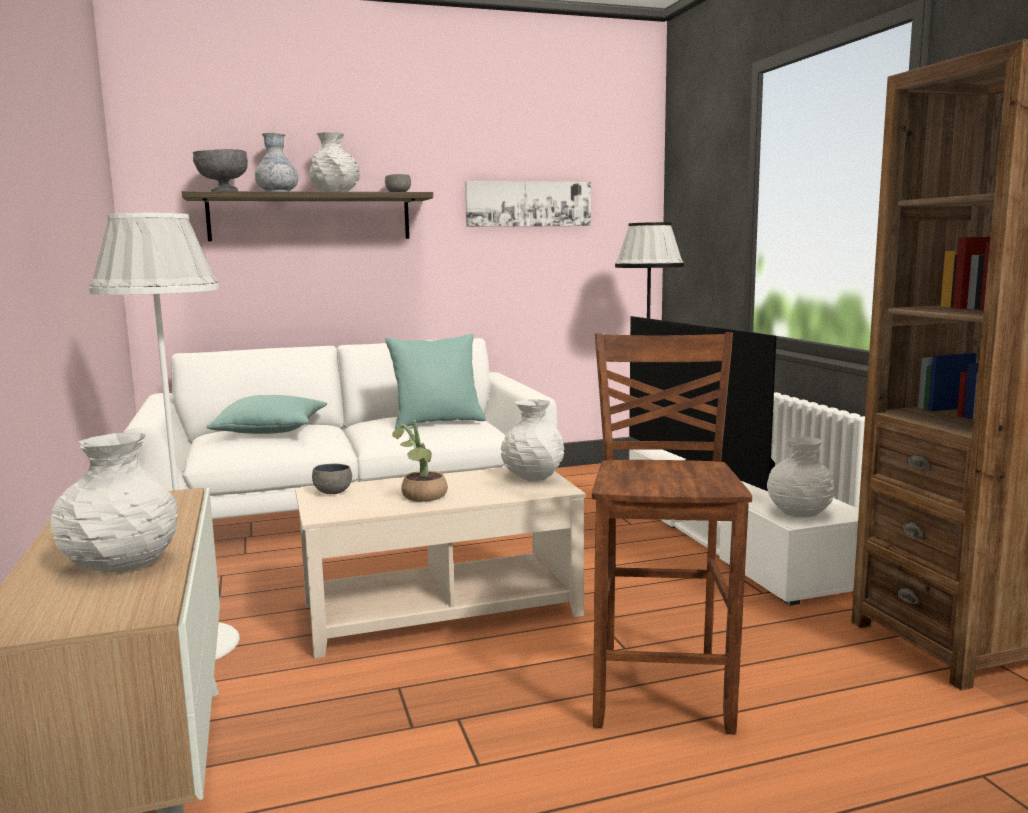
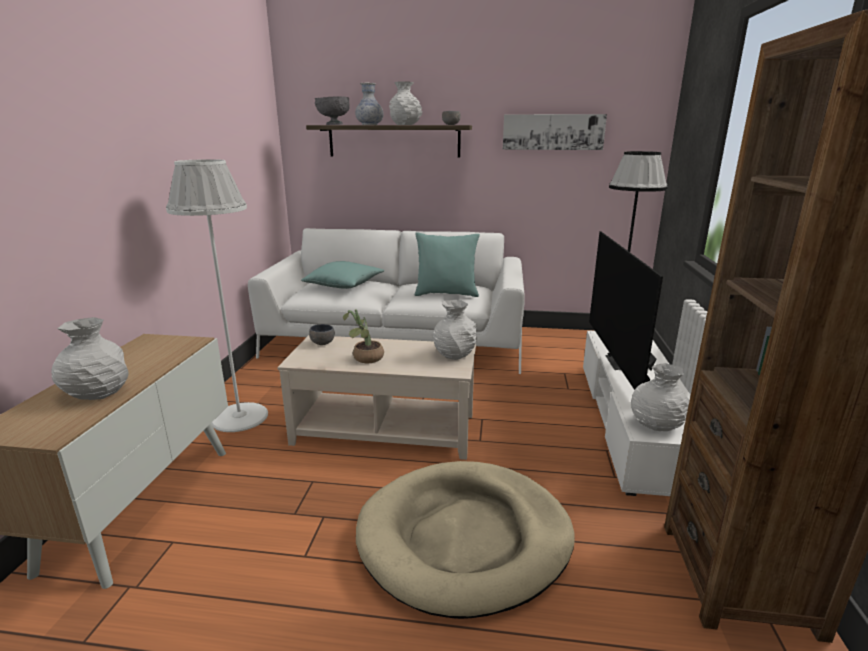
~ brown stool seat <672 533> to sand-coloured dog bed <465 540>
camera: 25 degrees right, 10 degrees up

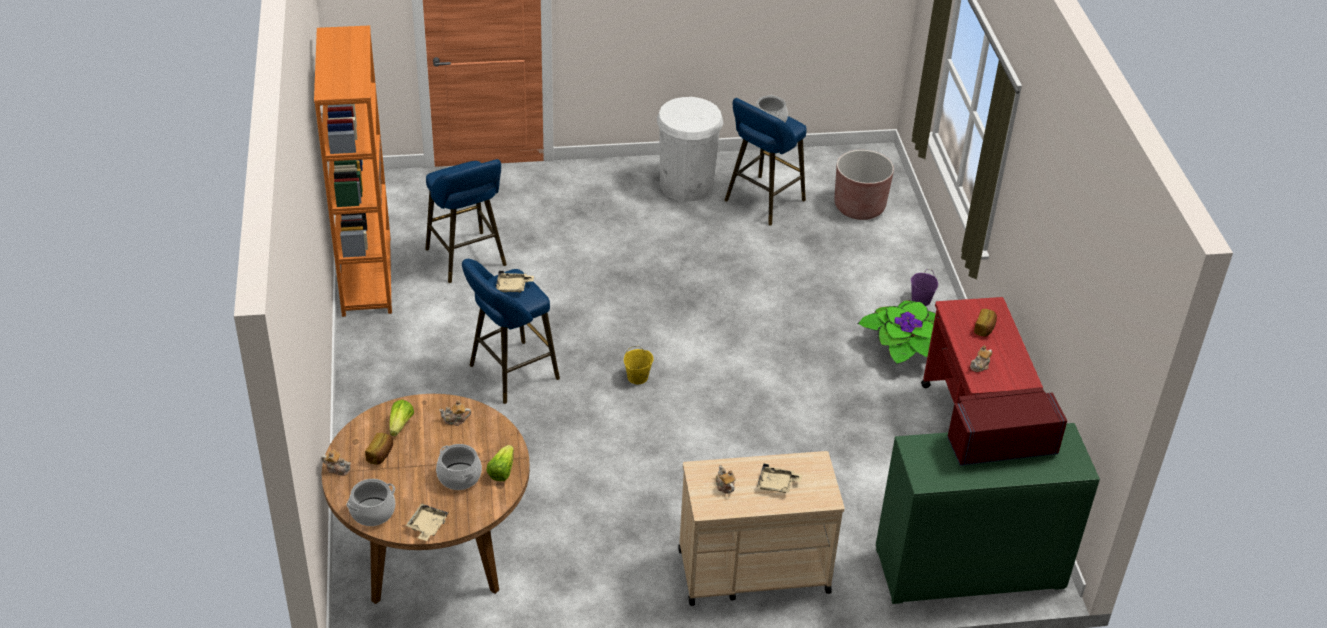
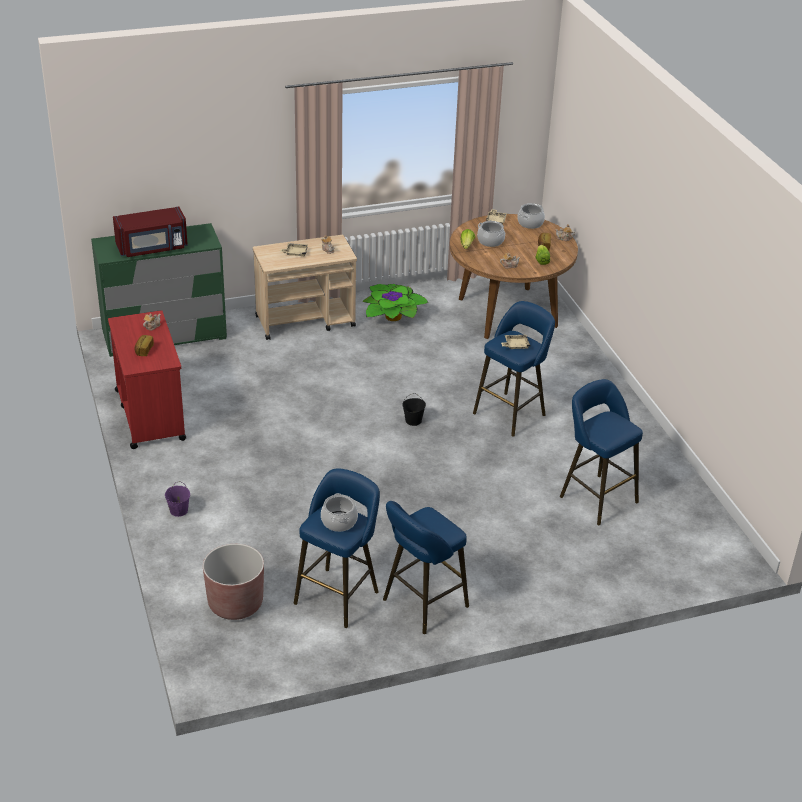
- orange bookshelf <353 171>
~ potted plant <897 332> to <395 302>
~ whitish waste bin <690 149> to bluish stool seat <426 567>
~ yellow-coloured bucket <638 365> to black-coloured bucket <414 409>
camera: 170 degrees right, 5 degrees down

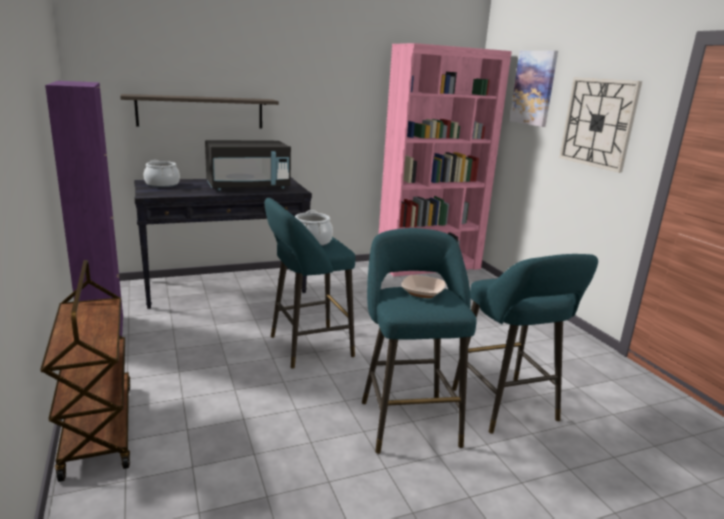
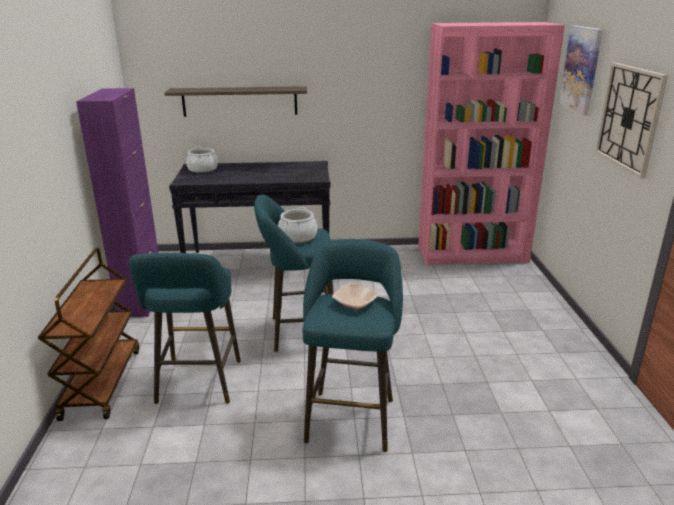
- black-coloured kitchen microwave <248 165>
~ blue-green stool seat <525 344> to <185 328>
camera: 20 degrees right, 5 degrees up

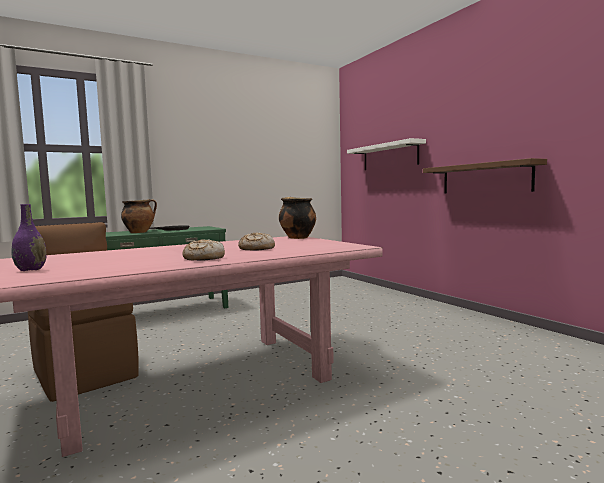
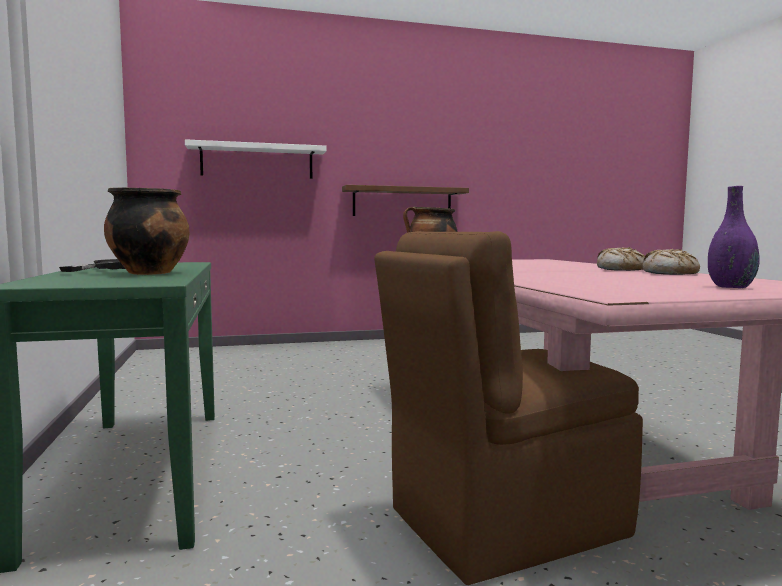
~ bakery bread <256 241> to <671 262>
camera: 75 degrees left, 0 degrees up

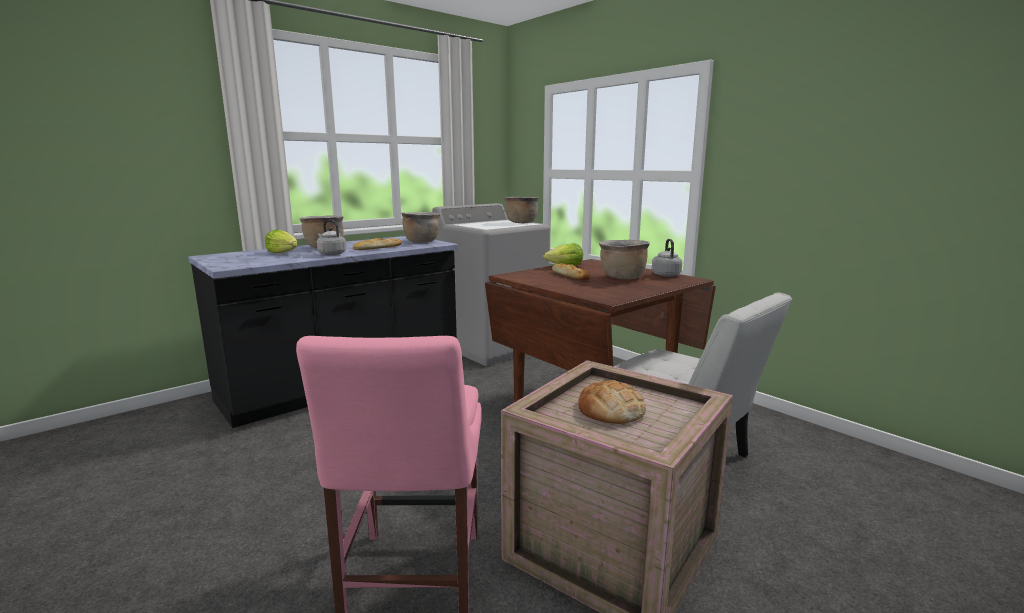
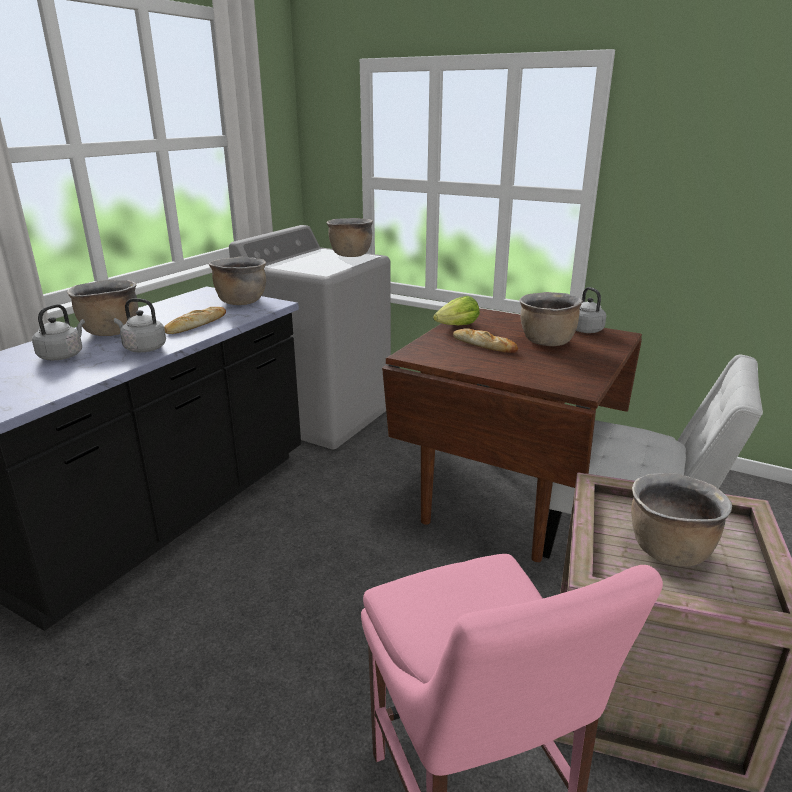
~ lettuce head <281 241> to gray kettle <58 332>
~ bakery bread <612 402> to brown saucepot <681 520>
camera: 20 degrees left, 10 degrees up

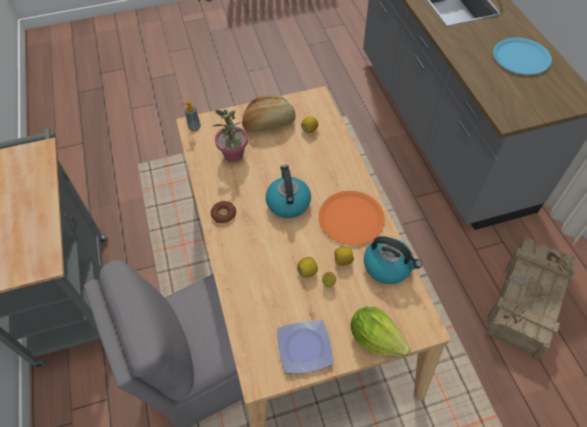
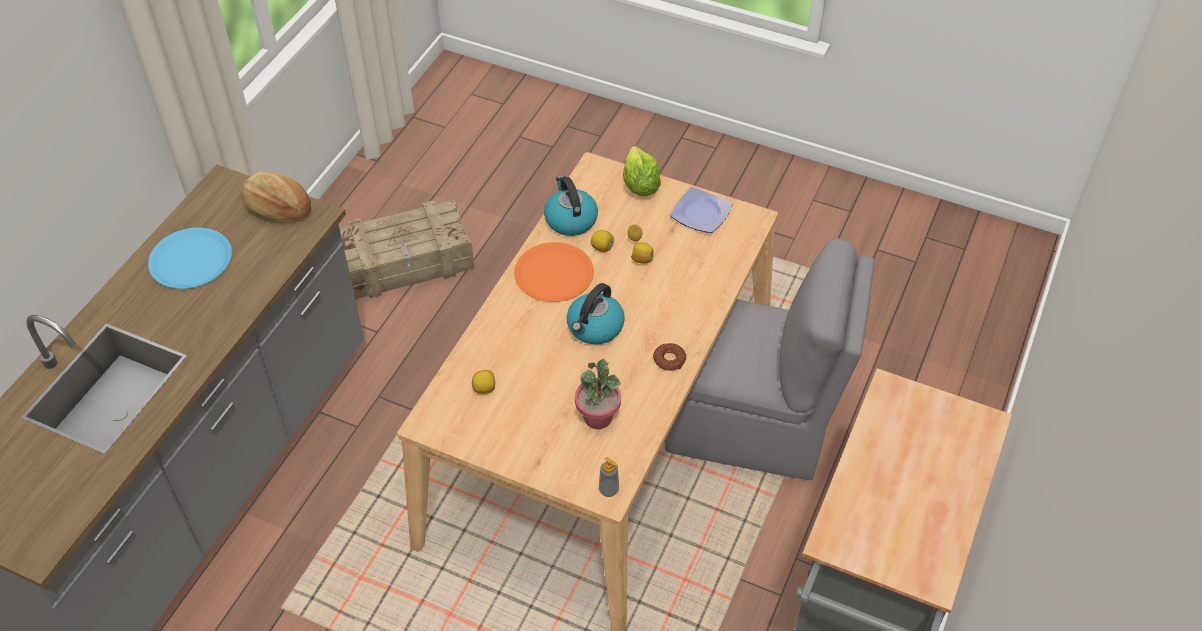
~ bakery bread <268 113> to <276 196>
camera: 140 degrees left, 5 degrees down

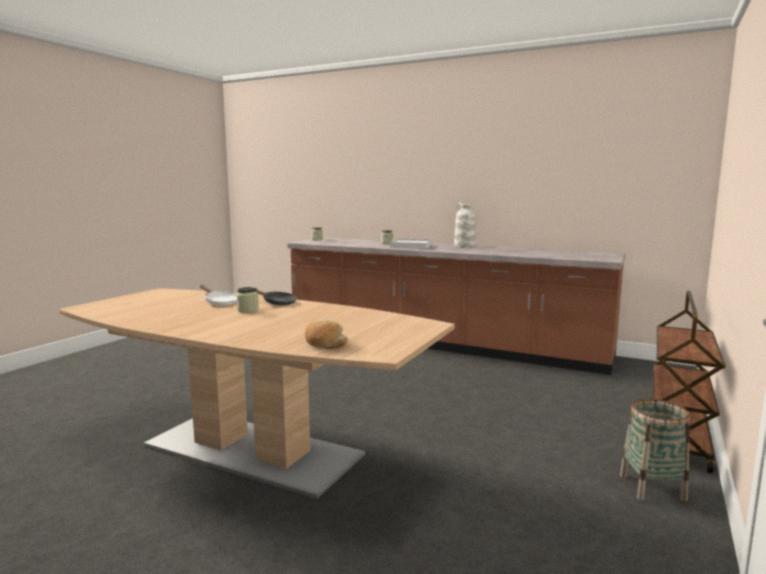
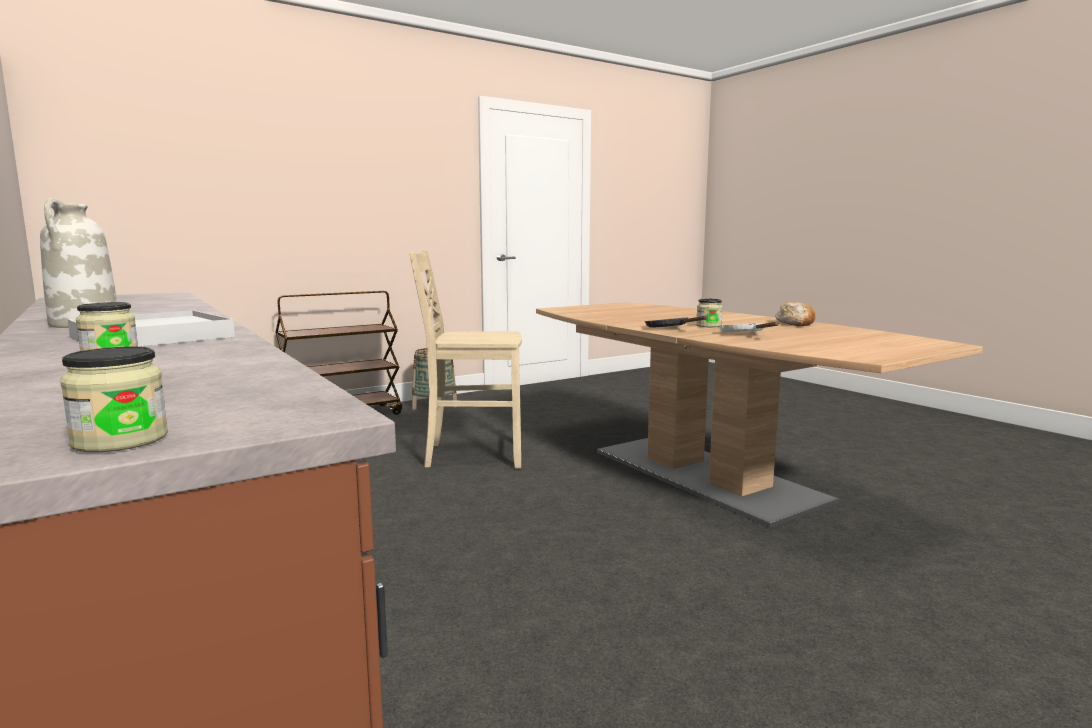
+ sand-coloured upright chair <465 359>
~ bakery bread <326 334> to <795 314>
camera: 150 degrees left, 0 degrees up

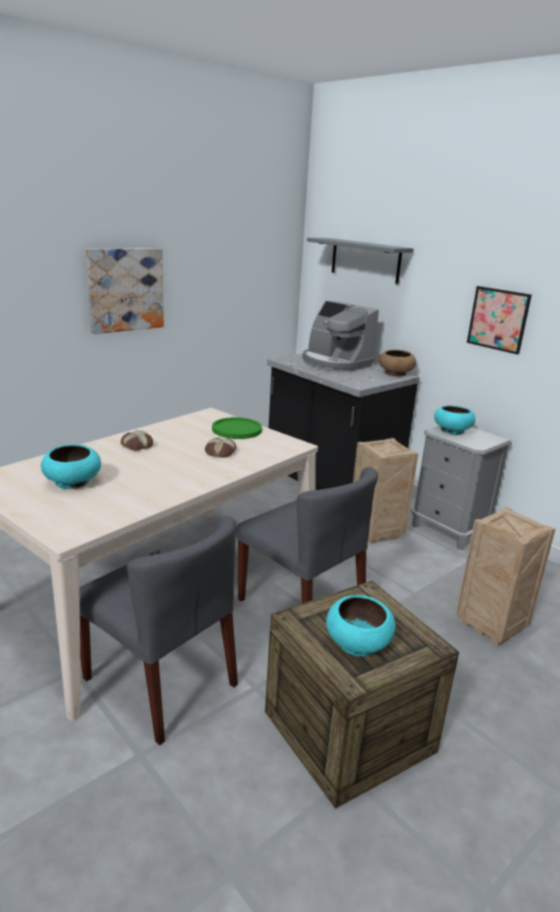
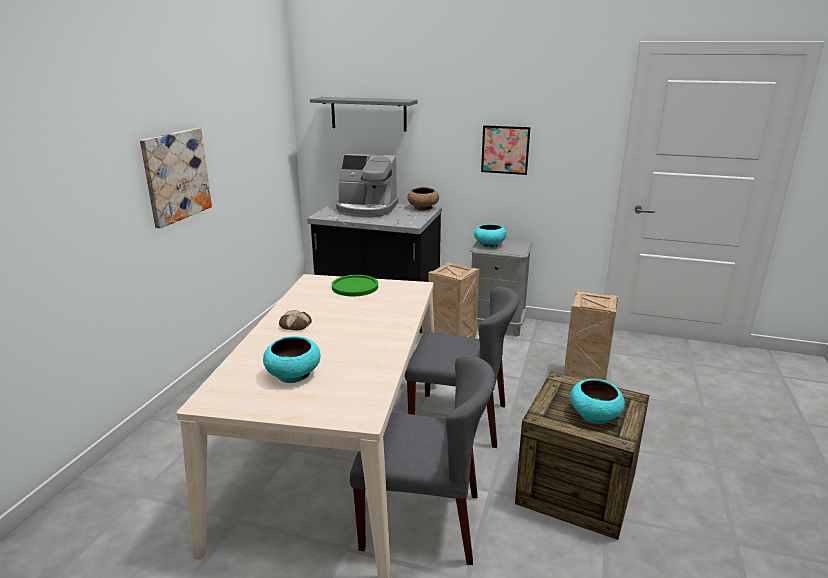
- bakery bread <220 447>
camera: 30 degrees left, 0 degrees up

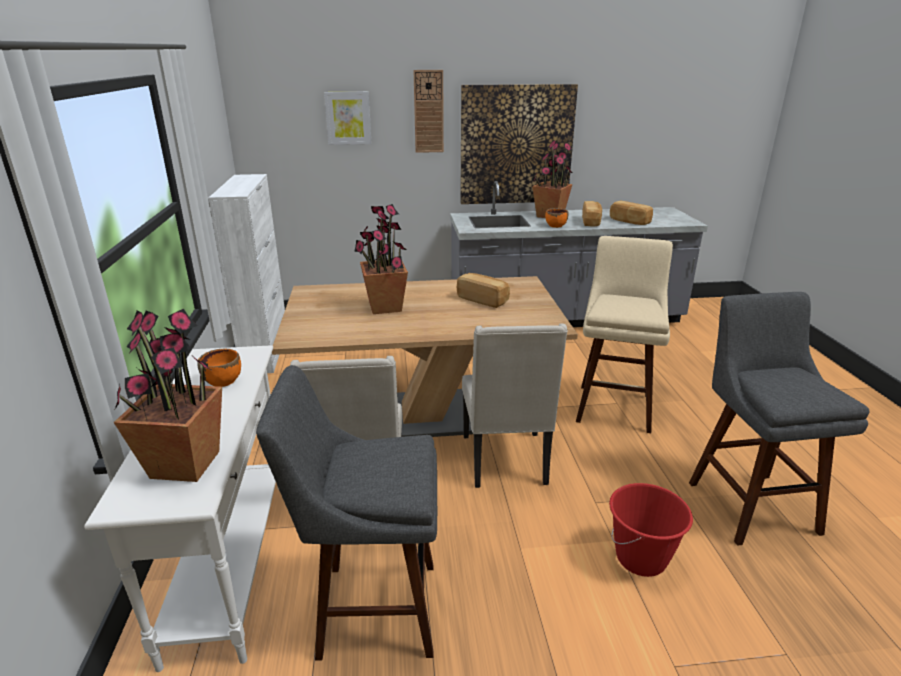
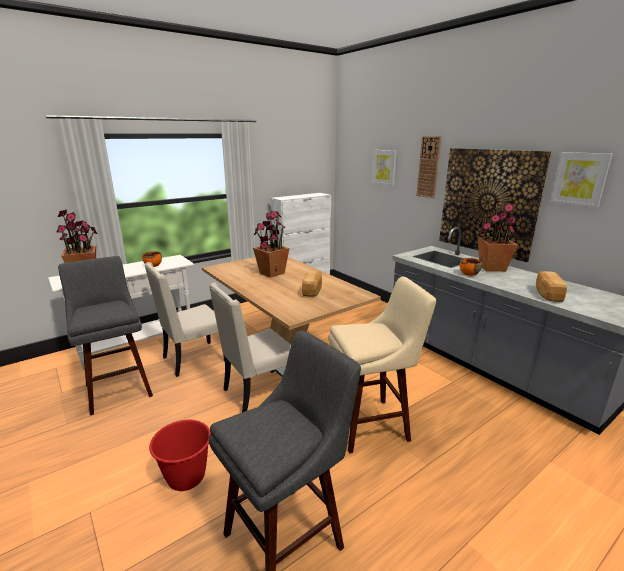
- bakery bread <592 214>
+ wall picture <582 180>
camera: 60 degrees right, 5 degrees down

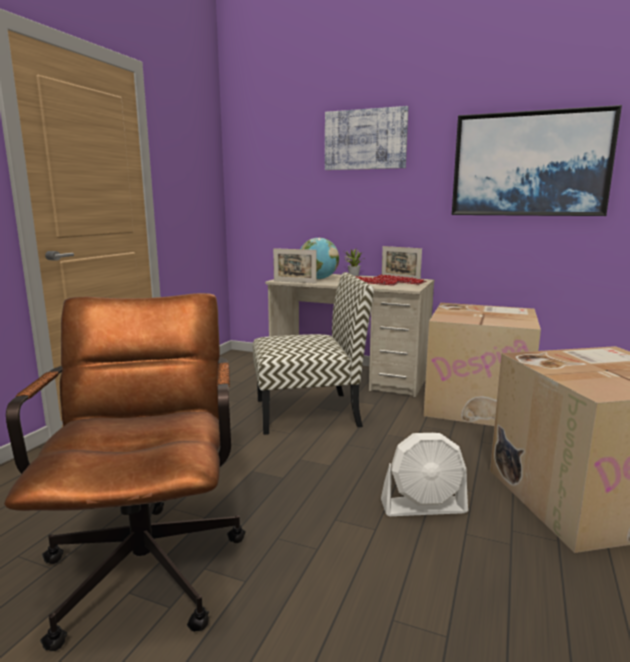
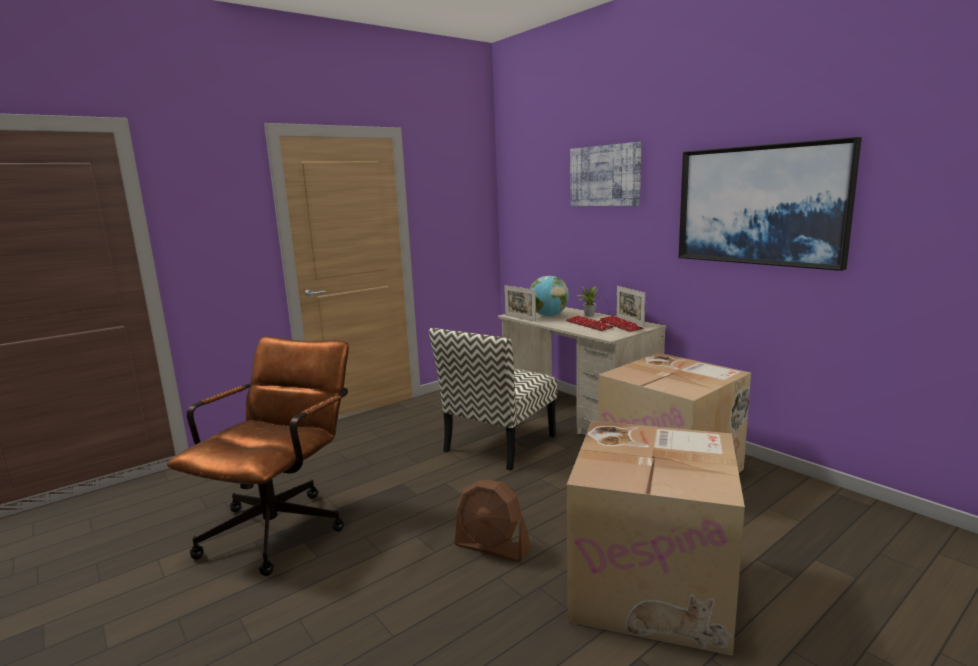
~ whitish electric fan <424 474> to brown electric fan <493 521>
~ upright chair <313 353> = <493 399> 105 degrees clockwise
camera: 30 degrees right, 0 degrees up

